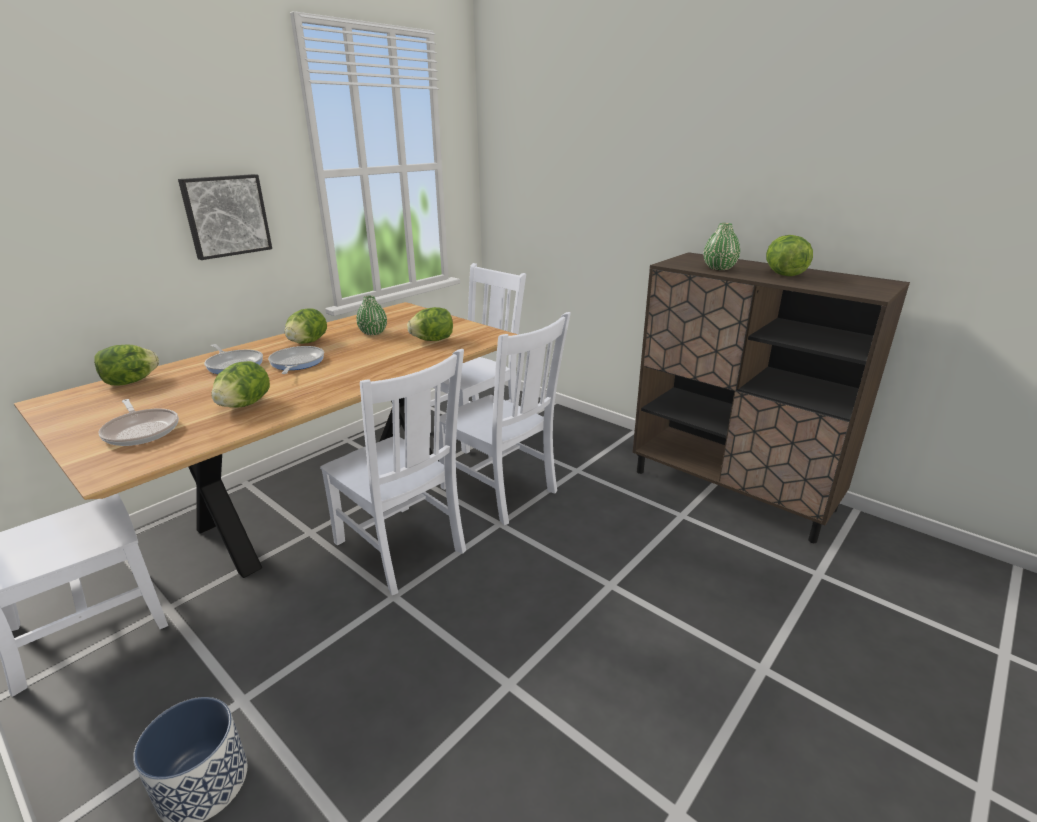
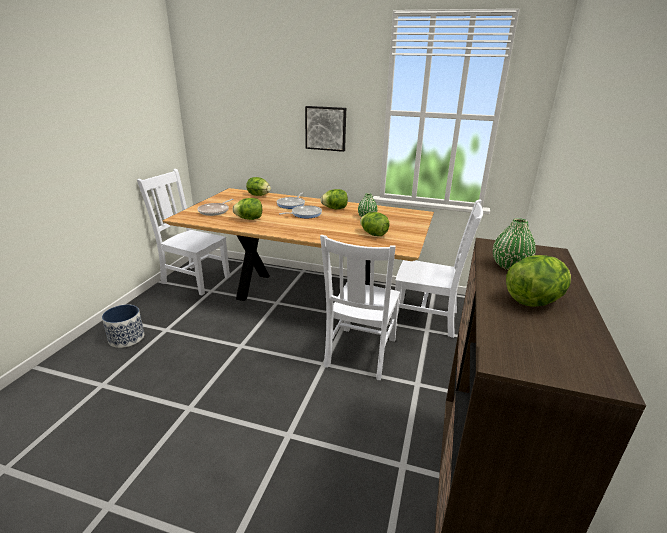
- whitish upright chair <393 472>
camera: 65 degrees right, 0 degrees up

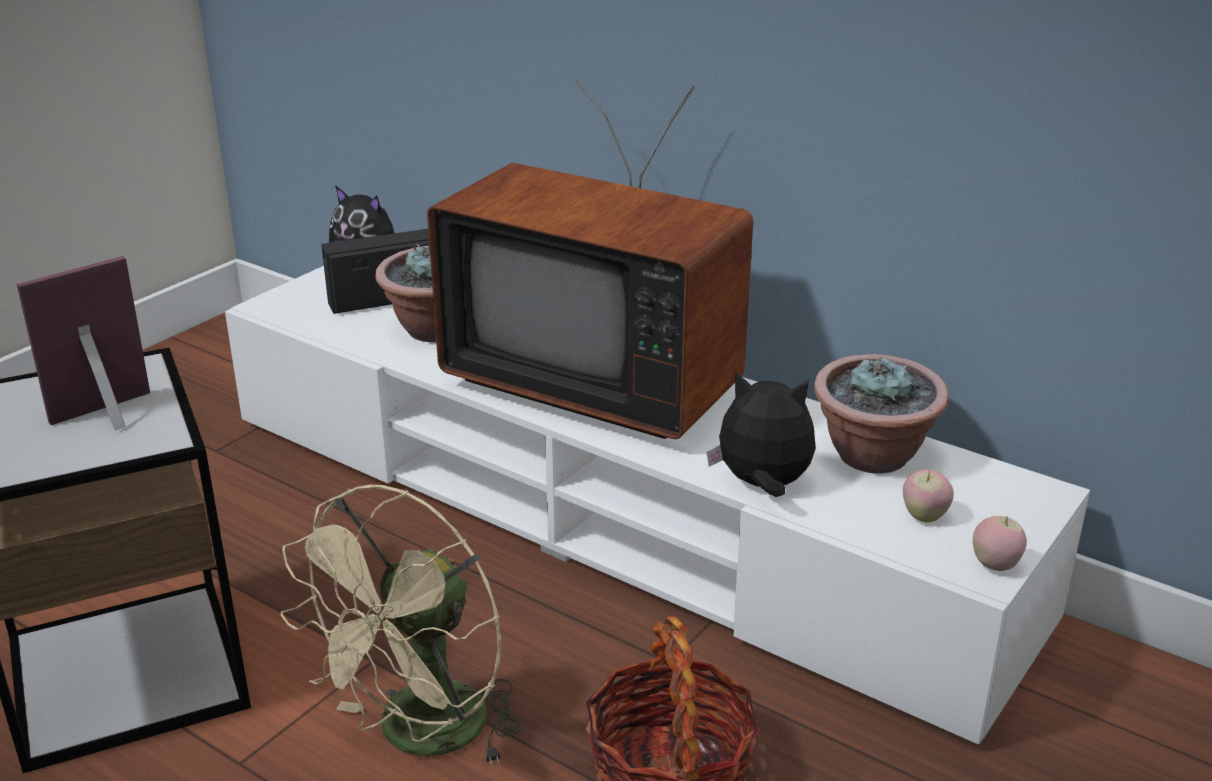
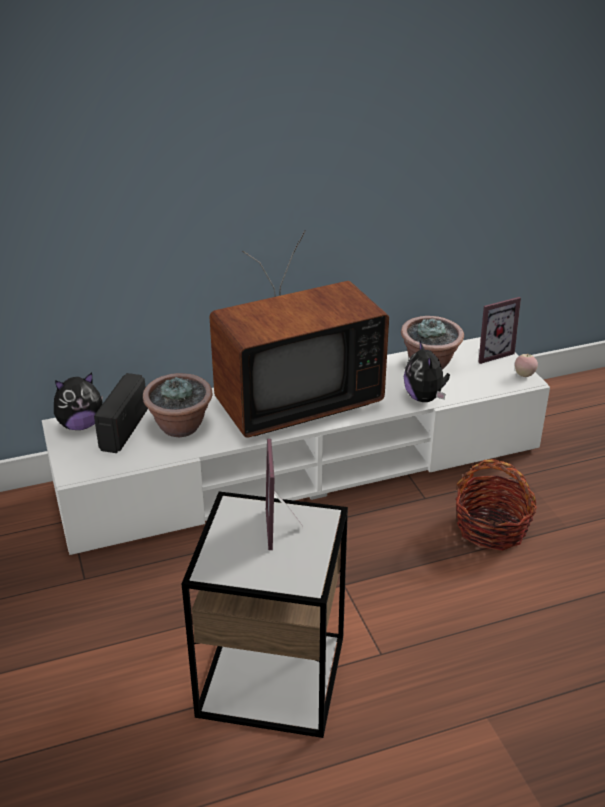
- sand-coloured electric fan <401 625>
- apple fruit <928 496>
+ picture frame <499 330>
~ soft toy <761 434> = <427 371> 60 degrees counterclockwise
camera: 55 degrees left, 5 degrees up

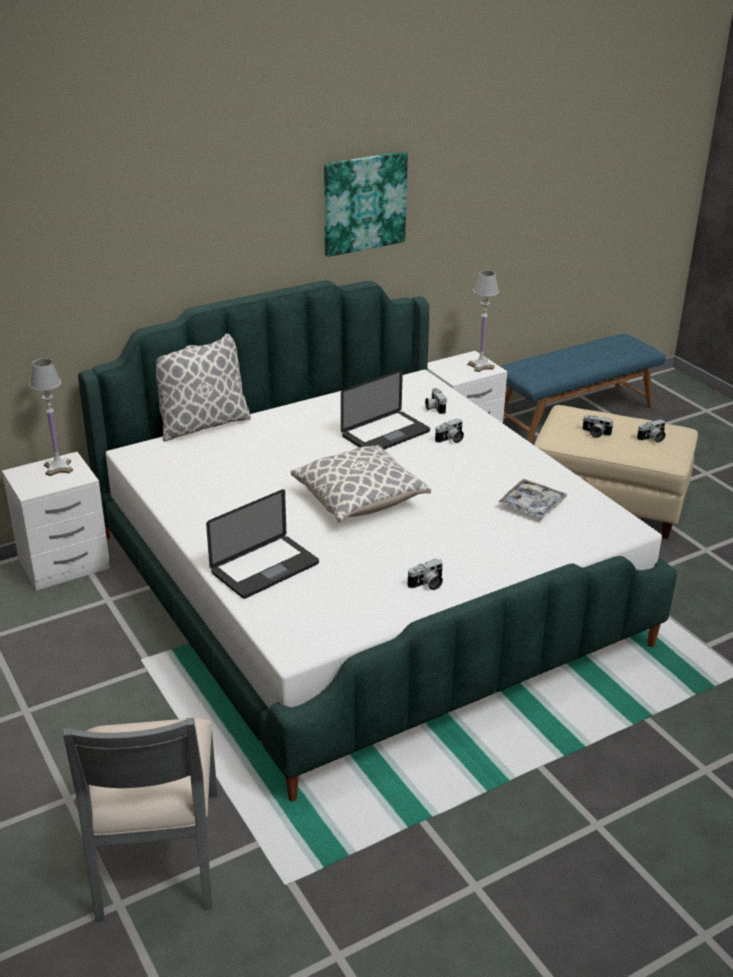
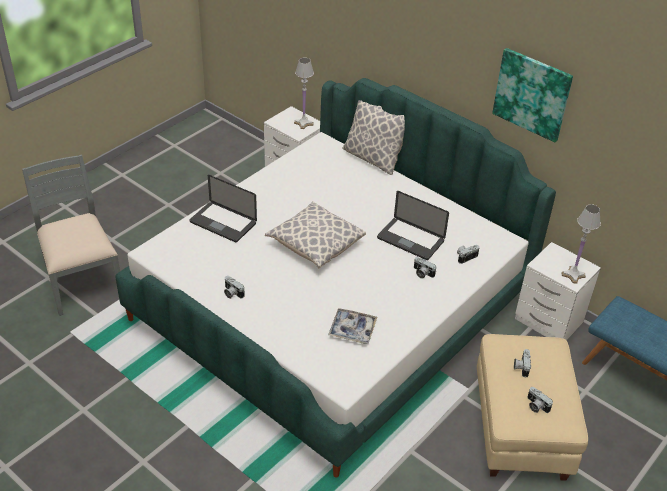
~ gray upright chair <140 820> = <71 235> 90 degrees clockwise
camera: 70 degrees right, 10 degrees up

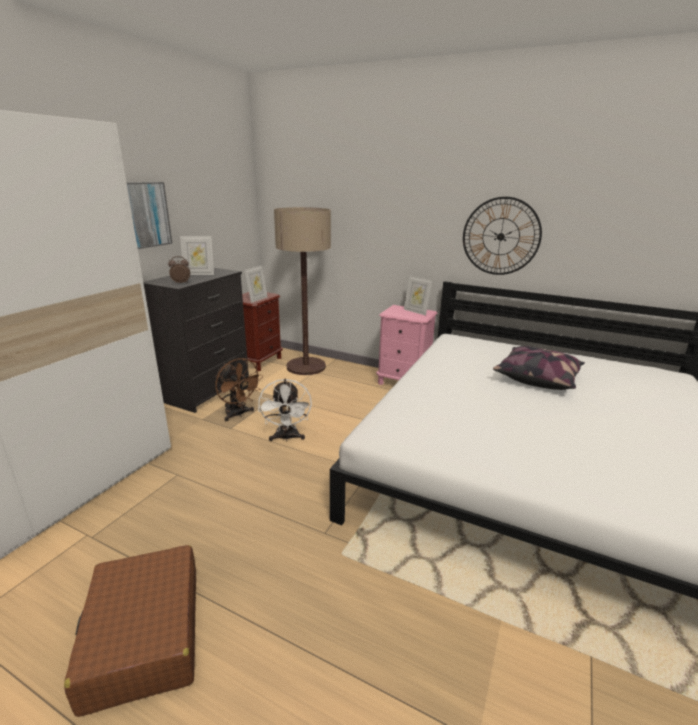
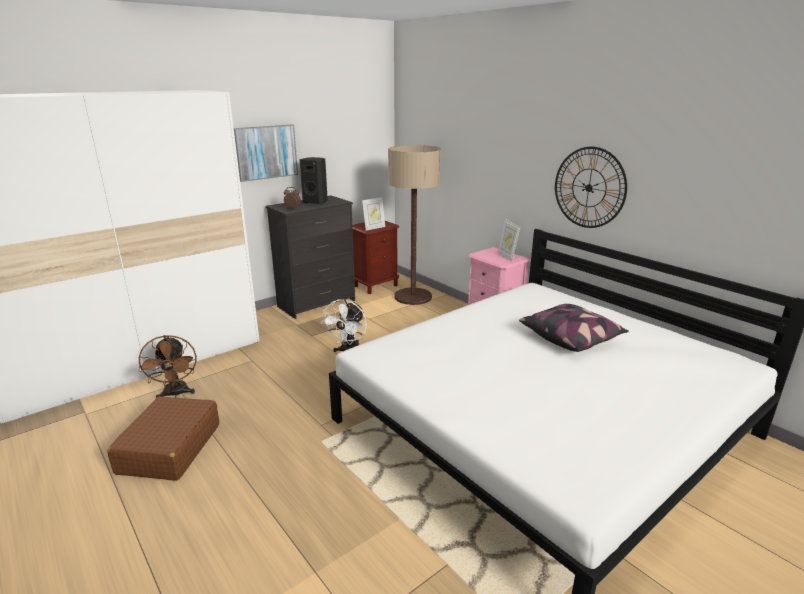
~ brown electric fan <239 389> to <168 366>
~ picture frame <197 255> to black-coloured loudspeaker <313 180>
camera: 25 degrees right, 0 degrees up

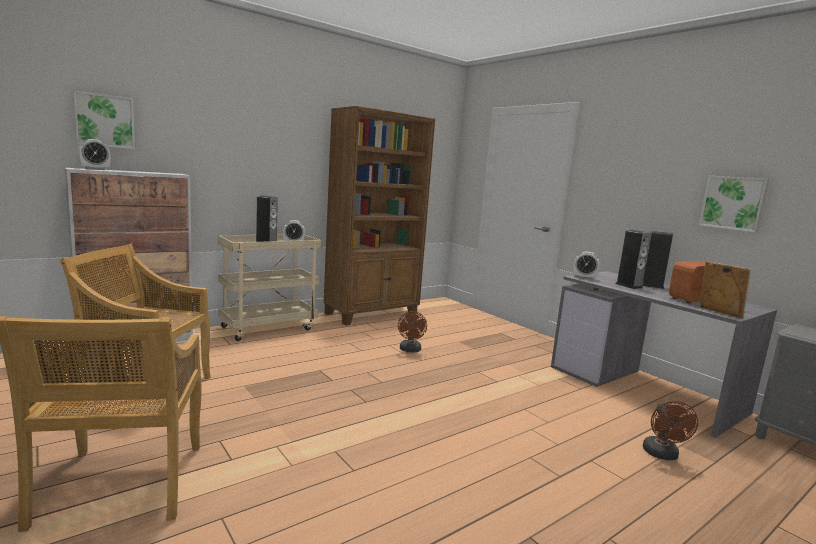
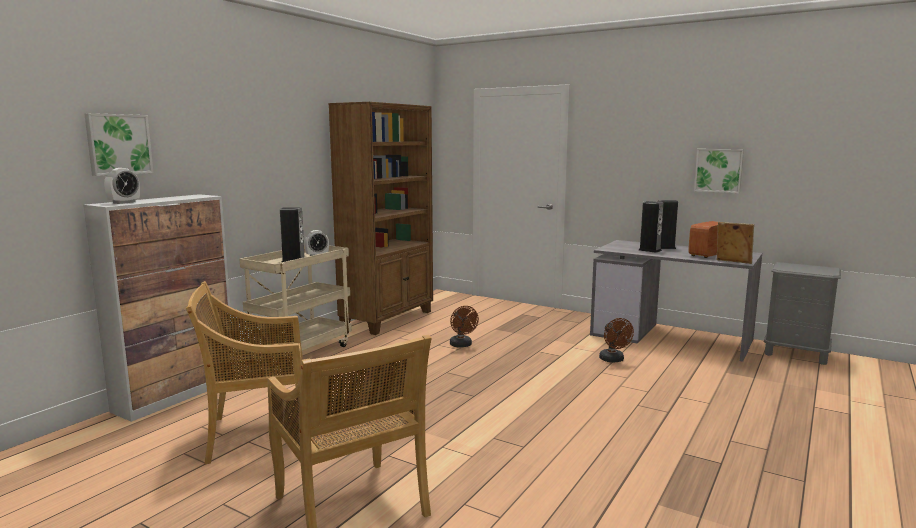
- table clock <586 266>
~ brown electric fan <670 430> to <616 340>
camera: 20 degrees left, 0 degrees up

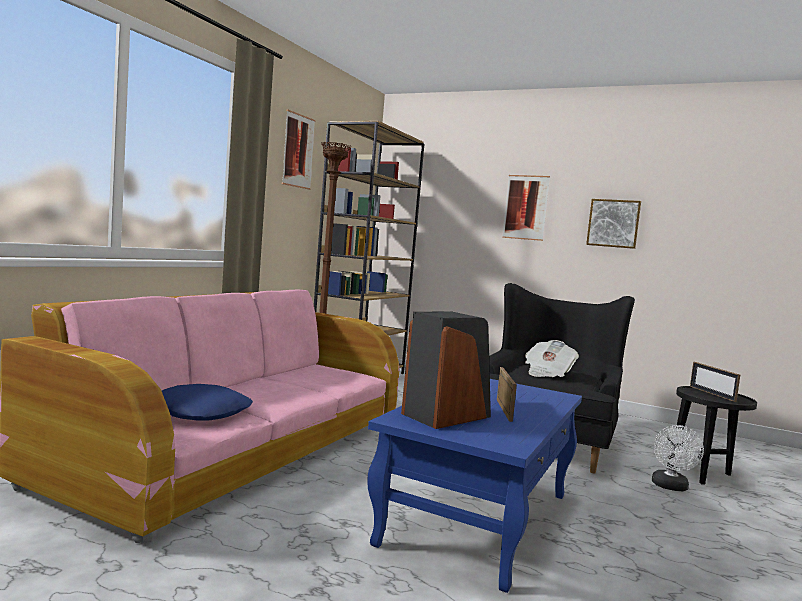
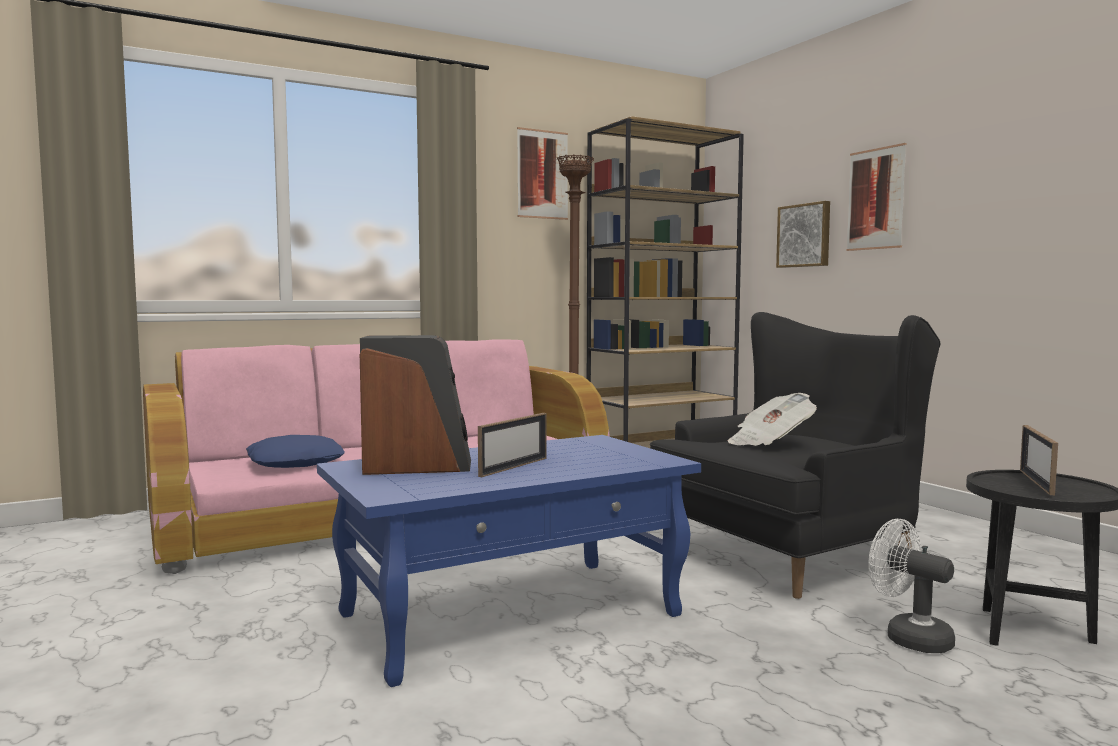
~ wall picture <613 224> to <803 234>
~ whitish electric fan <678 458> = <912 586> 90 degrees clockwise
camera: 35 degrees right, 0 degrees up

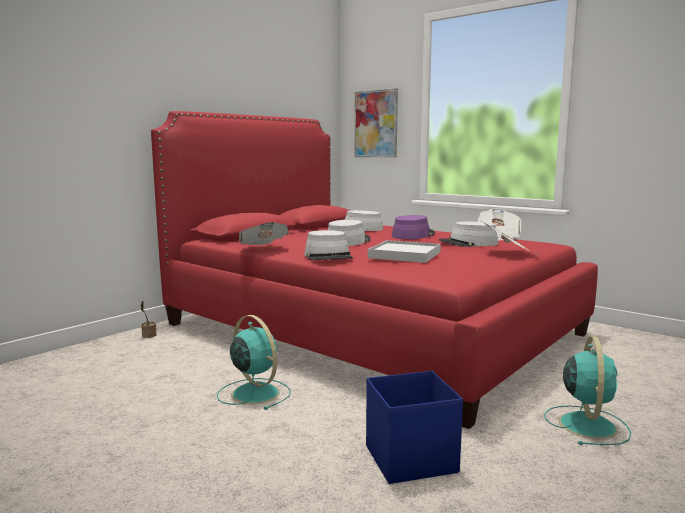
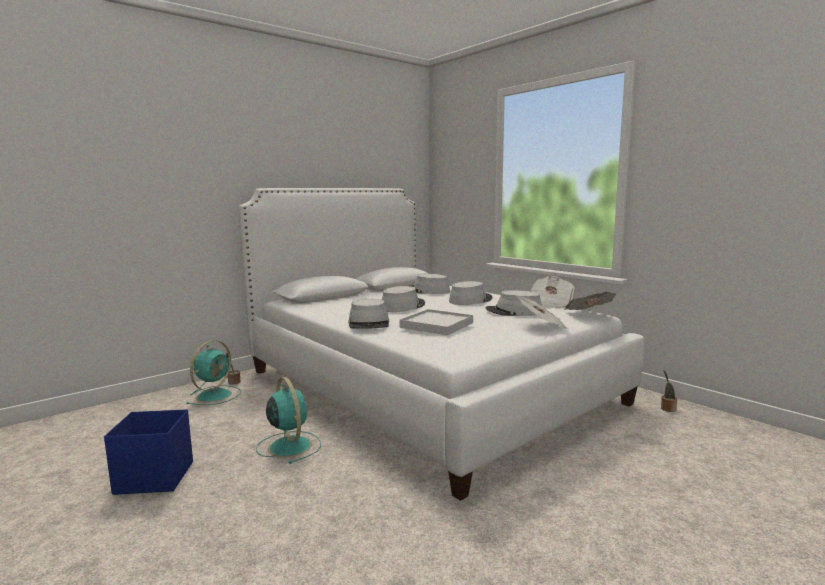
- wall picture <376 123>
+ potted plant <669 391>
~ printed paper <264 233> to <590 301>
~ bluish storage bin <414 427> to <148 452>
~ blue-green electric fan <587 390> to <213 372>
~ red-coloured sleeping bed <374 270> to whitish sleeping bed <441 344>
~ purple hat <413 227> to gray hat <471 293>
camera: 10 degrees right, 0 degrees up

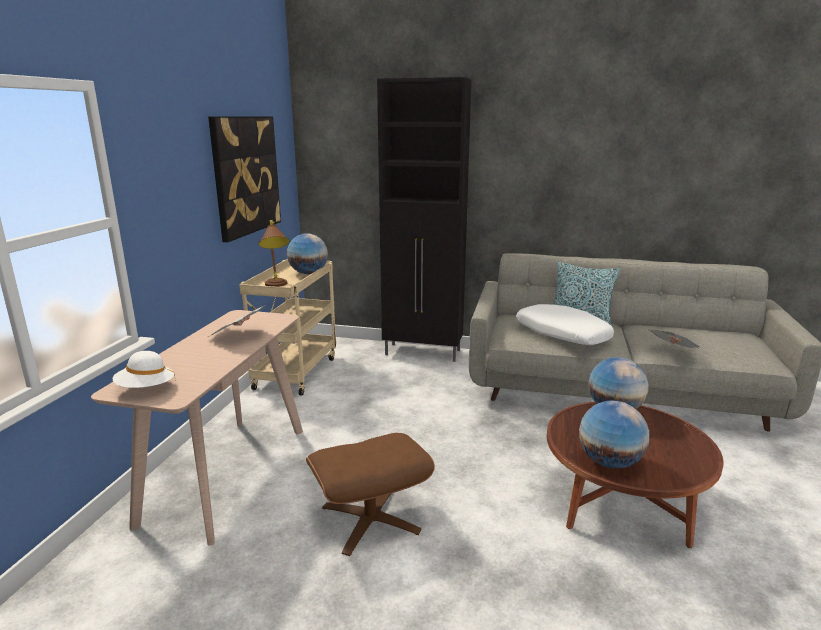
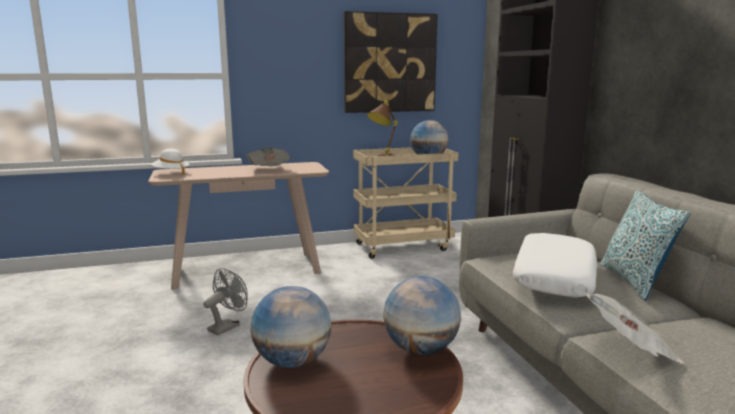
~ brown footrest <370 494> to gray electric fan <225 301>
camera: 60 degrees right, 5 degrees down

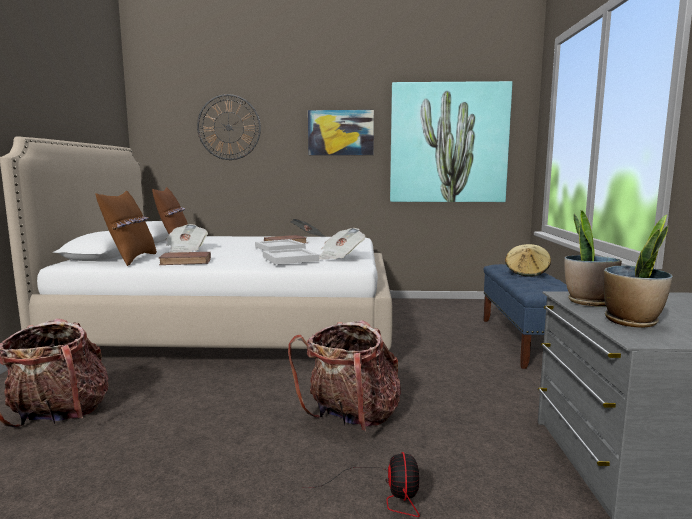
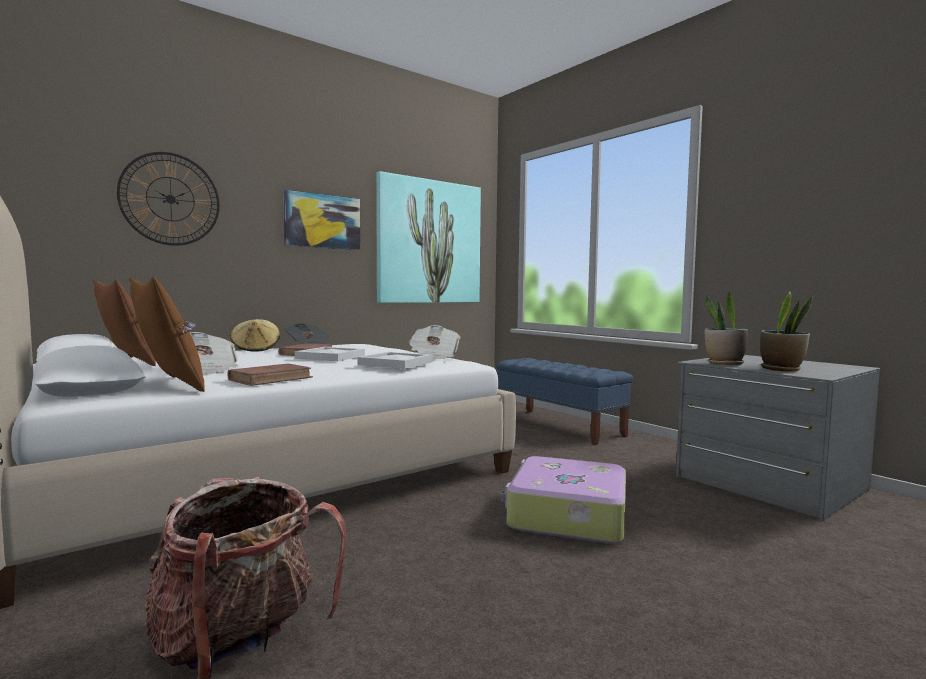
- electric fan <368 484>
~ sand-coloured hat <528 260> to <255 335>
~ rucksack <344 376> to piece of luggage <563 500>
camera: 40 degrees left, 5 degrees down

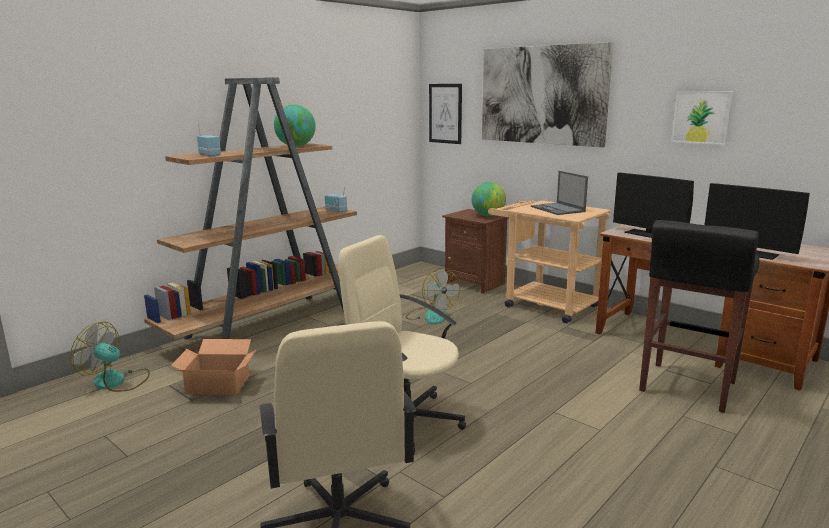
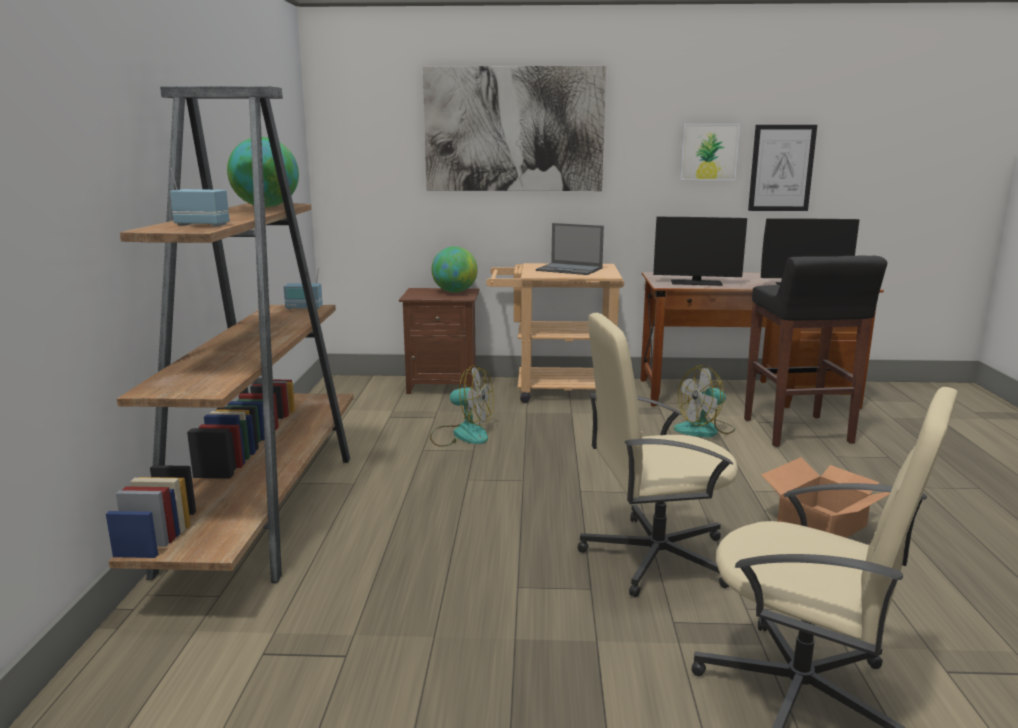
~ electric fan <110 356> to <704 401>
~ packing box <214 367> to <825 497>
~ wall picture <445 114> to <782 168>
camera: 40 degrees left, 0 degrees up

